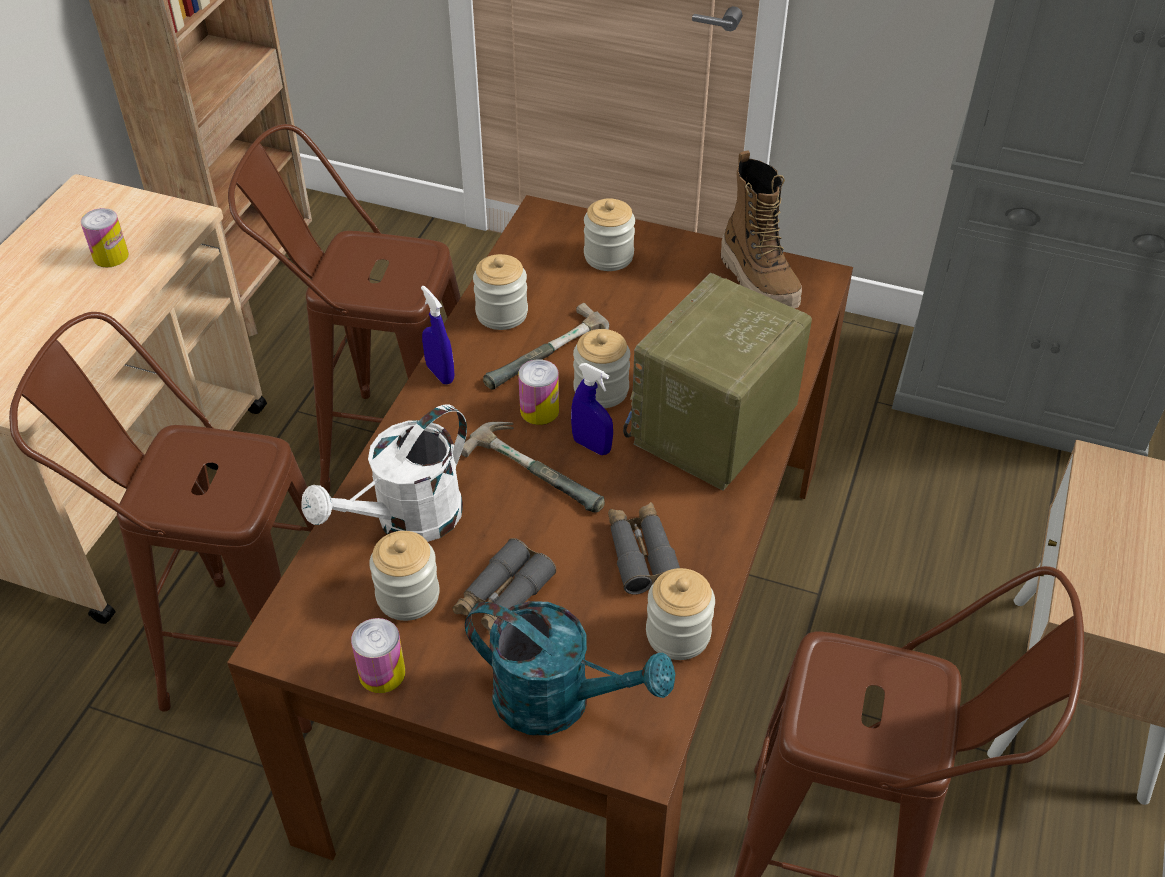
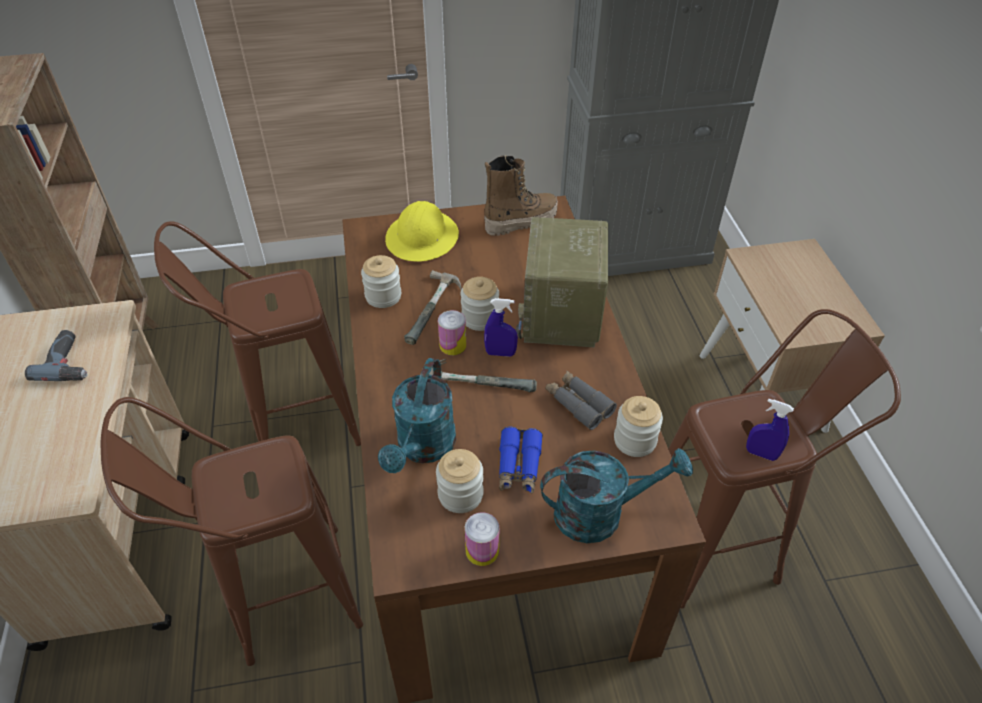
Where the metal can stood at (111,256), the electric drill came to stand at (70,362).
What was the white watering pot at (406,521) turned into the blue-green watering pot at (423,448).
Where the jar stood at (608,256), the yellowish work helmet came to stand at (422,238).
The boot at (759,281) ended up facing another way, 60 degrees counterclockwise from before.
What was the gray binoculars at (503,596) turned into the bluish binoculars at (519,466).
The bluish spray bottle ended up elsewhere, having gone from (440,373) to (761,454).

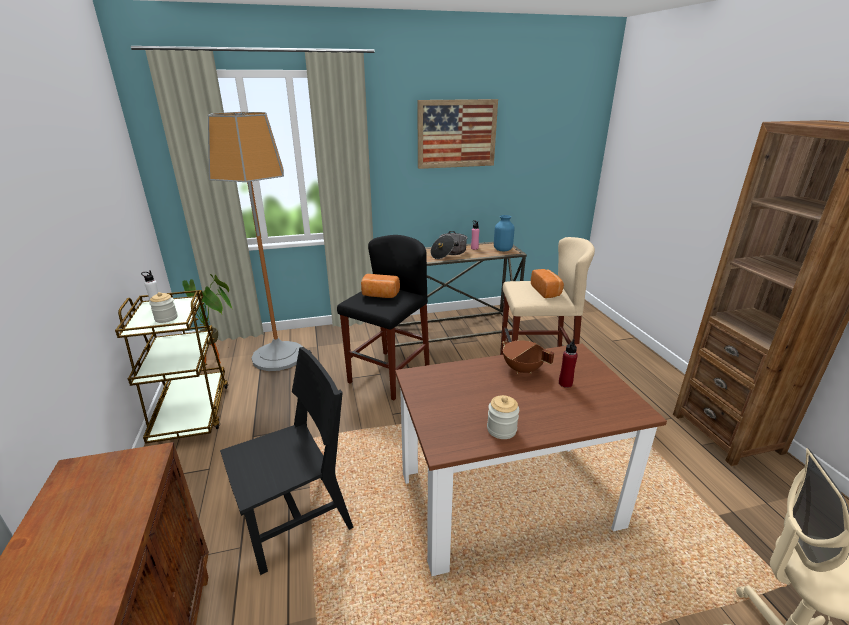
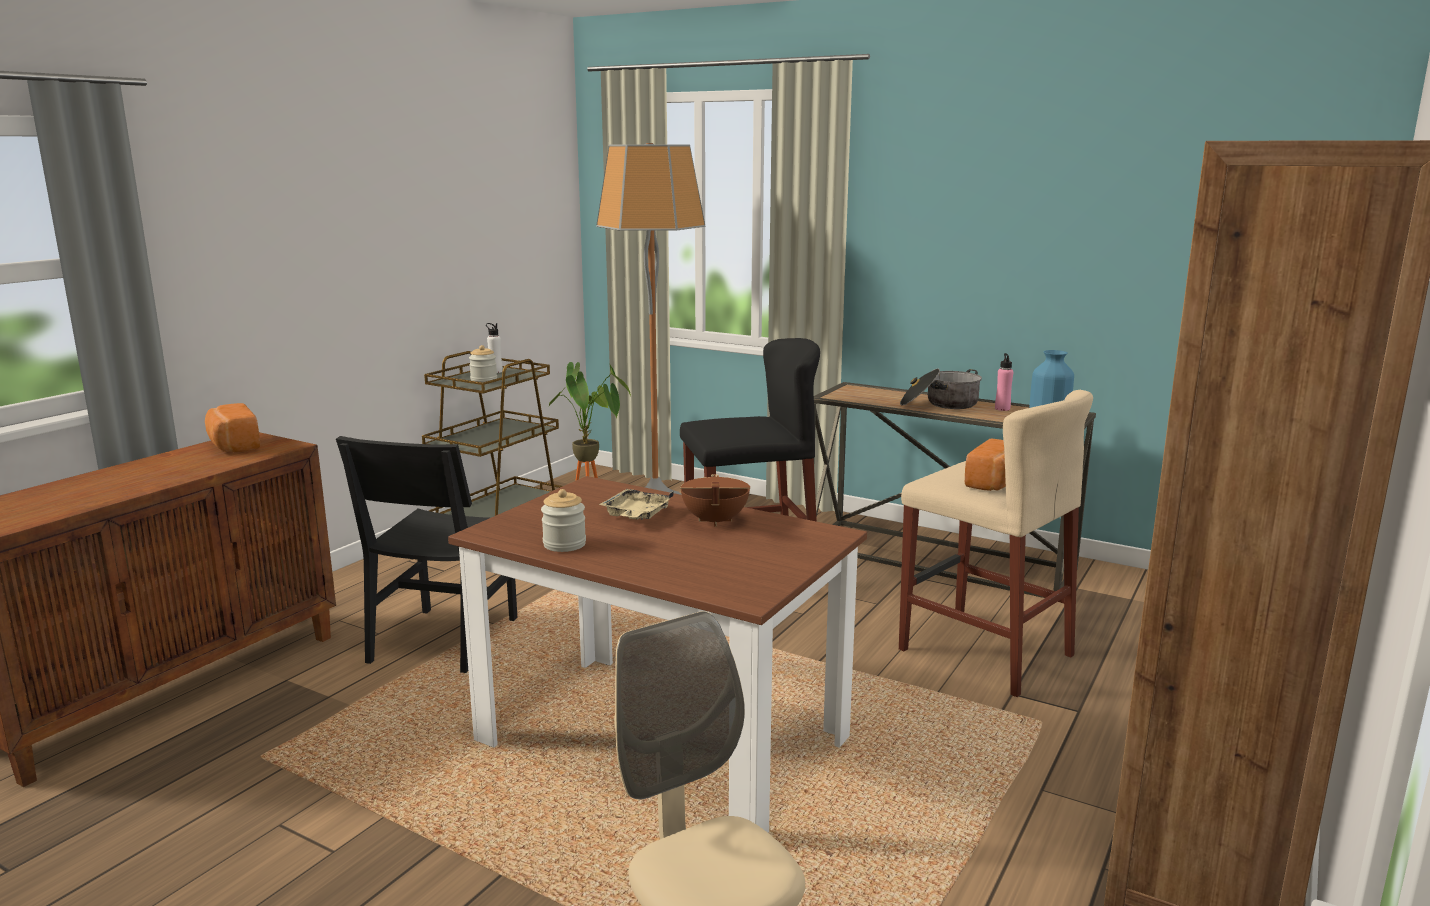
The bakery bread ended up elsewhere, having gone from (380,295) to (233,446).
The black-coloured chair at (296,520) ended up facing another way, 90 degrees clockwise from before.
The second view gained the sand-coloured serving tray at (636,515).
The second view lost the wall art at (457,134).
The second view lost the red bottle at (565,383).

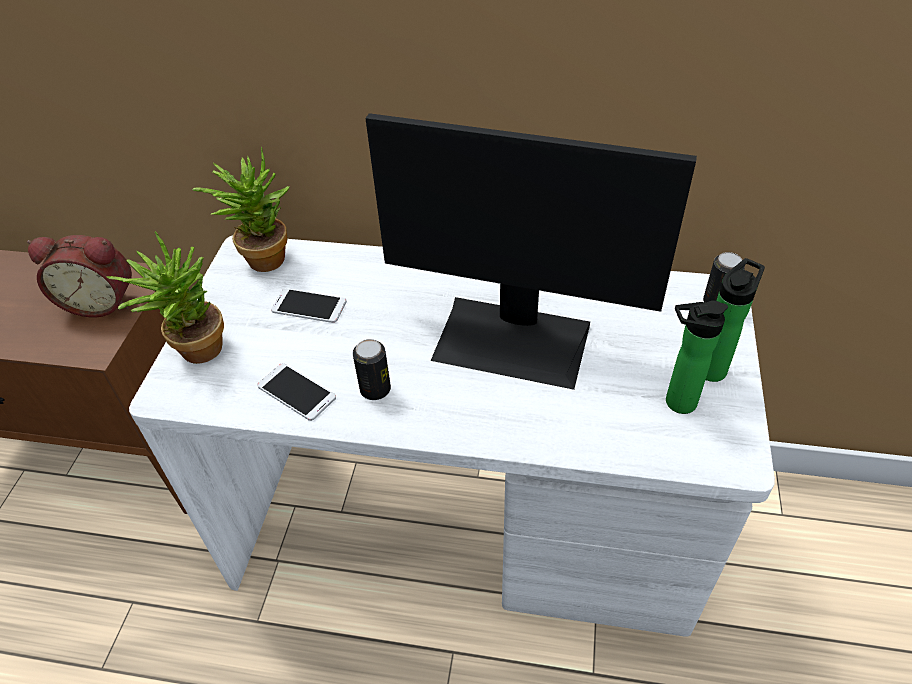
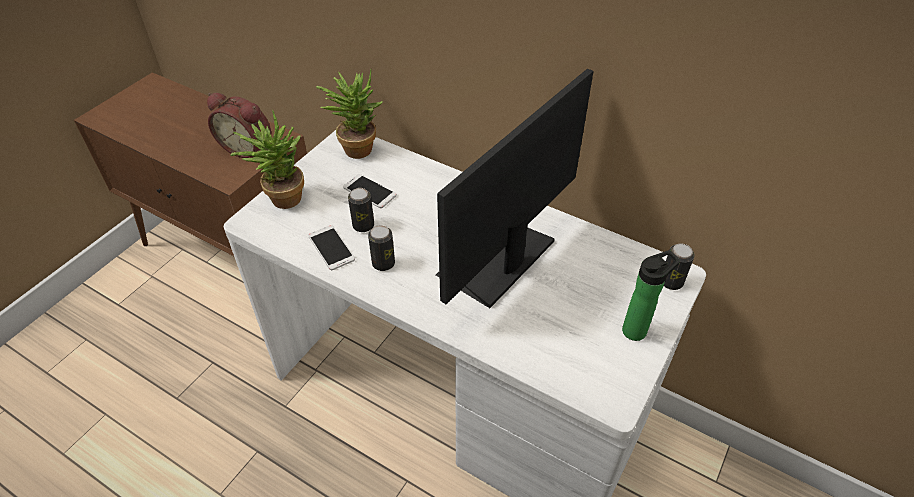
The second view gained the metal can at (363,225).
The monitor at (513,340) ended up facing another way, 90 degrees clockwise from before.
The second view lost the bottle at (675,402).

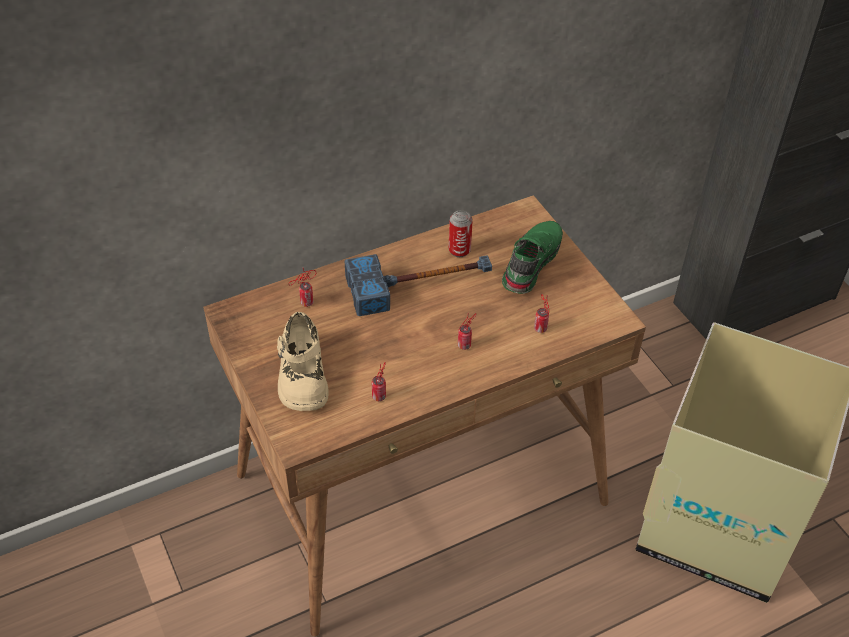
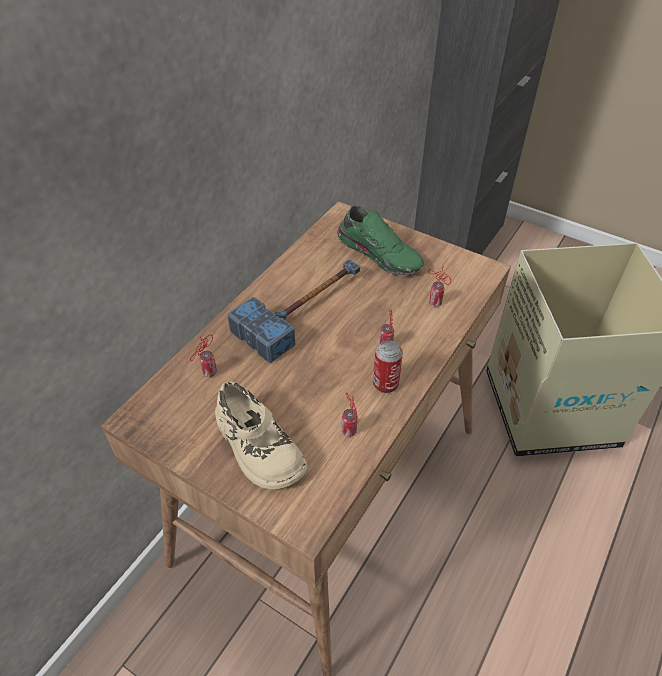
The green low shoe at (530,262) ended up facing another way, 135 degrees clockwise from before.
The metal can ended up elsewhere, having gone from (459,250) to (385,384).

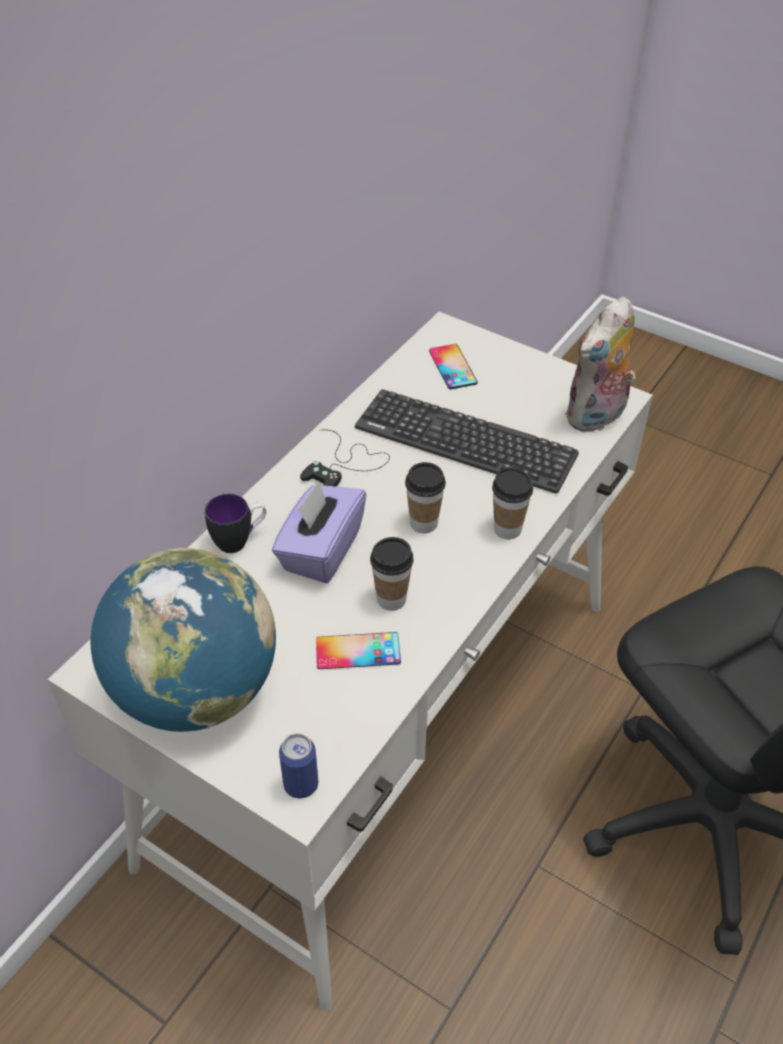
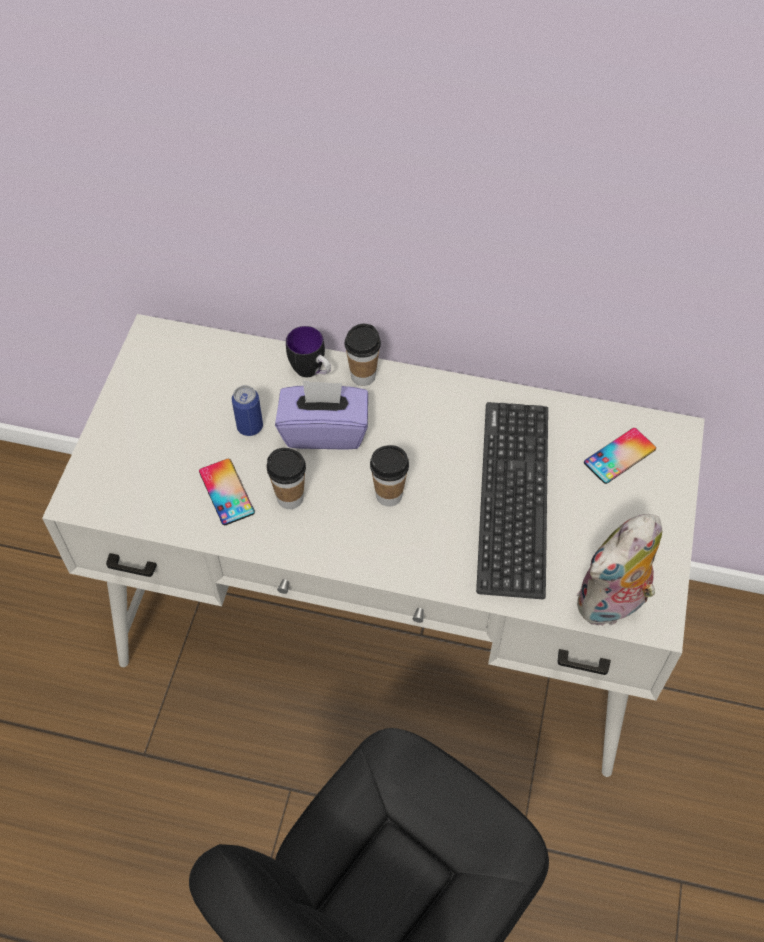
The metal can ended up elsewhere, having gone from (301,785) to (250,427).
The drinking cup ended up elsewhere, having gone from (507,529) to (363,376).
The cuddly toy at (597,417) ended up facing another way, 60 degrees counterclockwise from before.
The second view lost the world globe at (195,691).
The second view lost the black-coloured gamepad at (345,465).

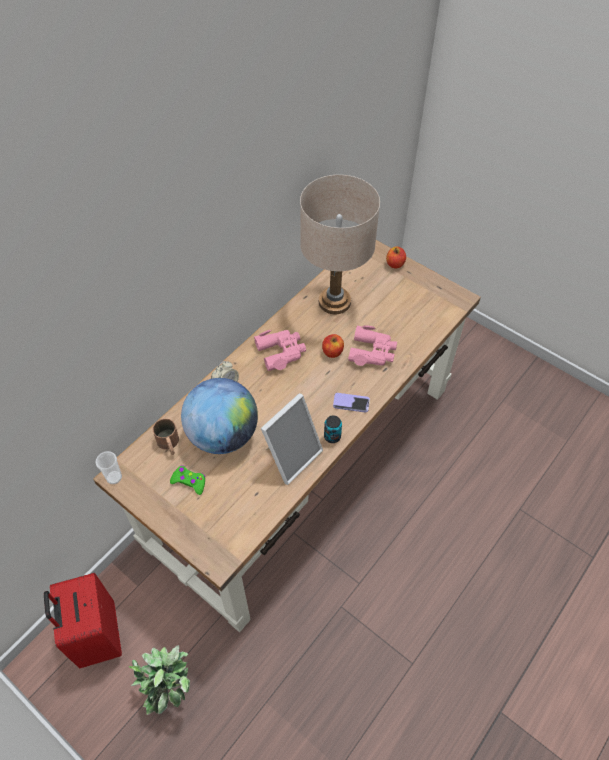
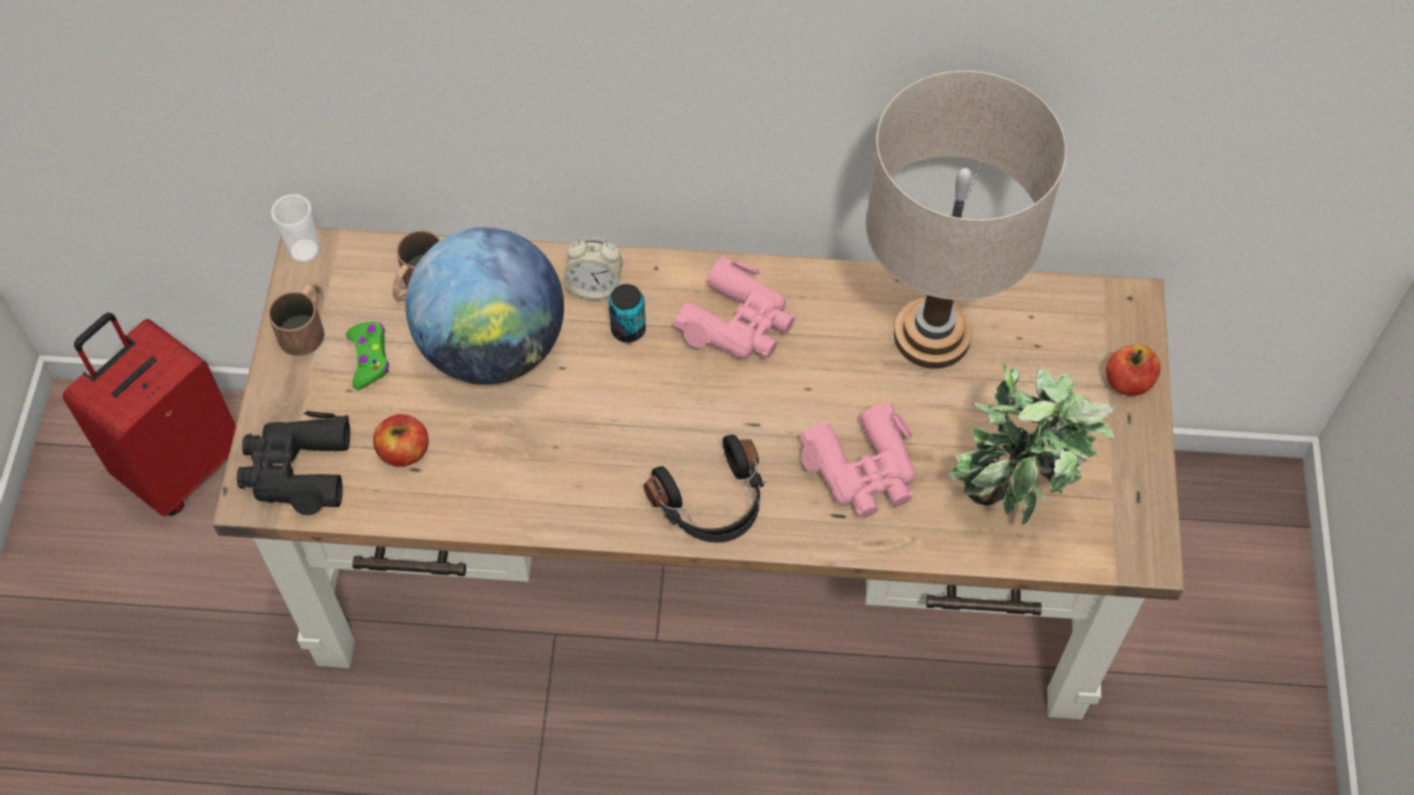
The second view gained the black-coloured binoculars at (297,469).
The second view gained the brown coffee mug at (307,326).
The whole apple ended up elsewhere, having gone from (332,352) to (404,451).
The metal can ended up elsewhere, having gone from (332,436) to (628,329).
Where the phone stood at (351,403), the black-coloured pair of headphones came to stand at (713,504).
The plant in a pot ended up elsewhere, having gone from (171,692) to (1010,503).
The second view lost the picture frame at (291,456).

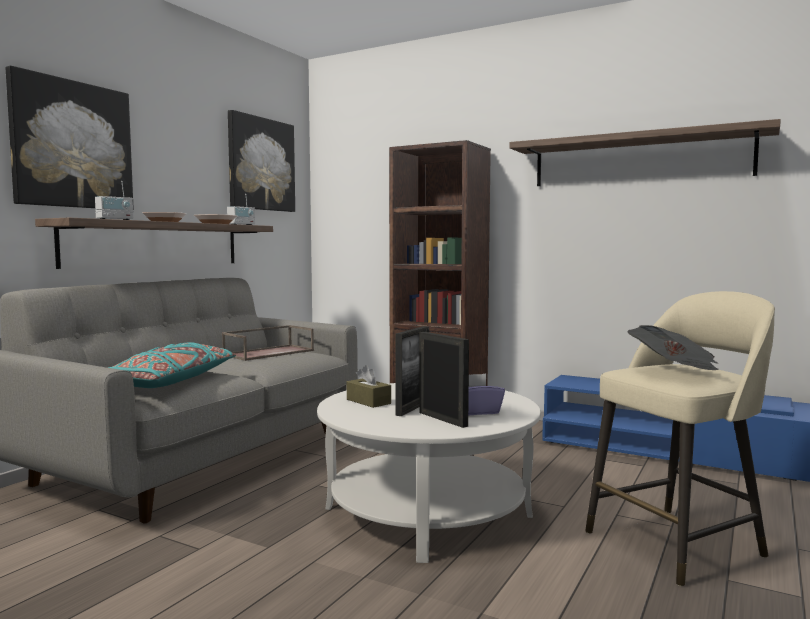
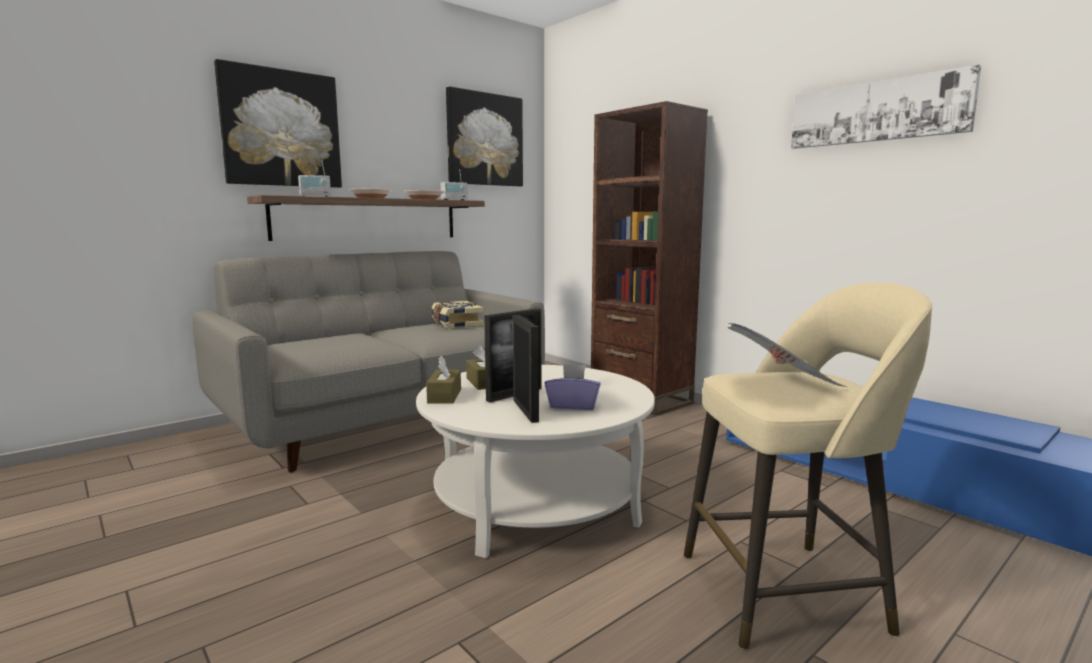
The second view gained the brown tissue box at (444,396).
Where the brown serving tray stood at (269,352), the bound book came to stand at (455,324).
Where the bracket shelf hung at (639,160), the wall art came to hang at (877,112).
The second view lost the blue-green throw pillow at (171,381).

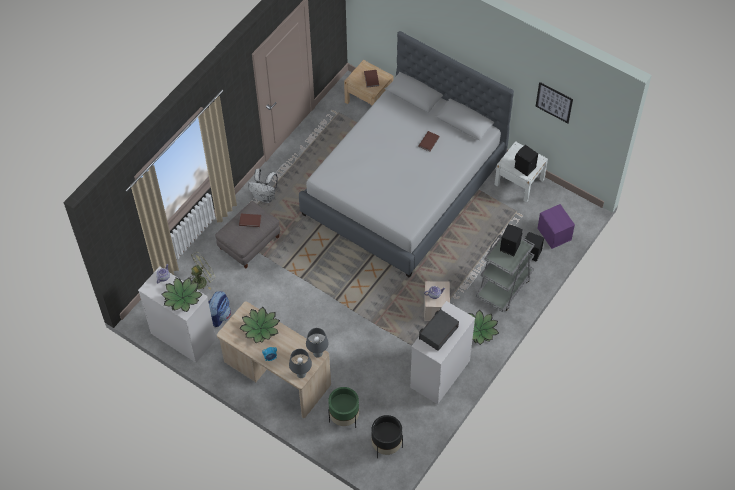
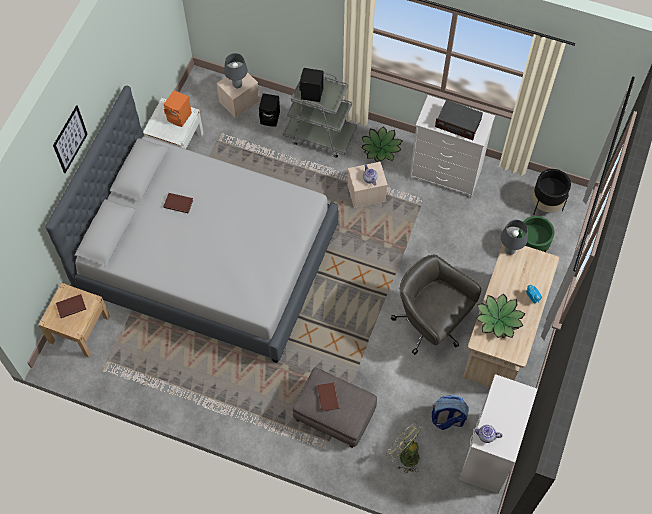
The wall art ended up elsewhere, having gone from (554,102) to (70,139).
What was the black-coloured loudspeaker at (524,168) turned into the orangey loudspeaker at (180,117).
What was the purplish storage container at (553,233) turned into the sand-coloured storage container at (239,101).
The gray lamp for a table ended up elsewhere, having gone from (301,375) to (237,85).
The second view gained the gray computer chair at (430,324).
The second view lost the plant in a pot at (182,298).
The second view lost the white knapsack at (265,196).

